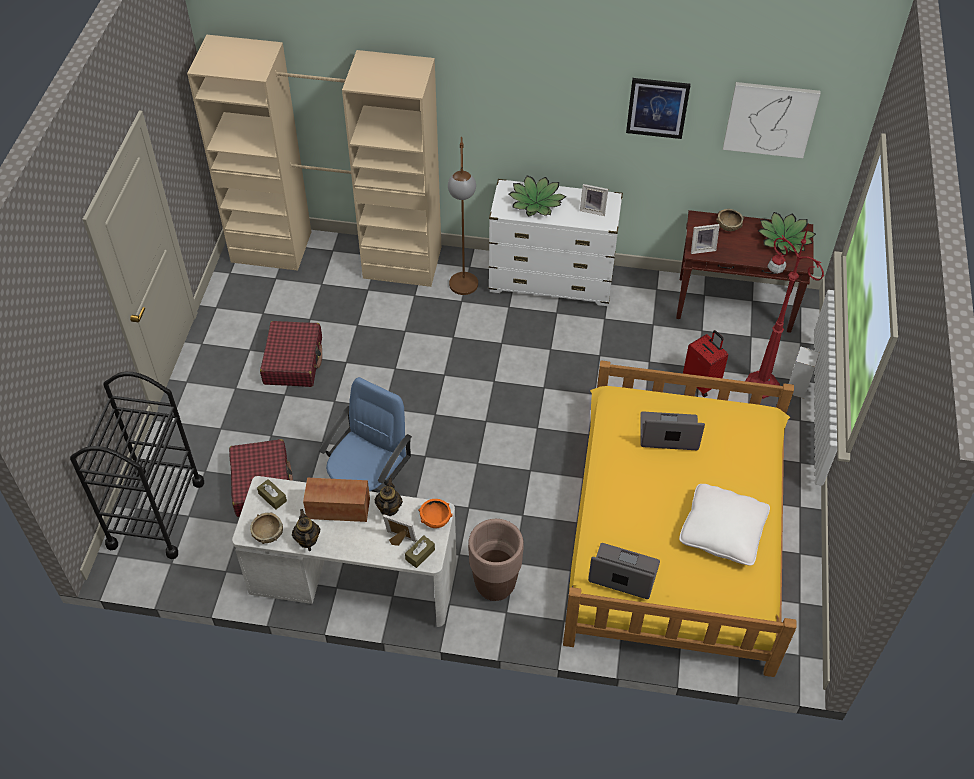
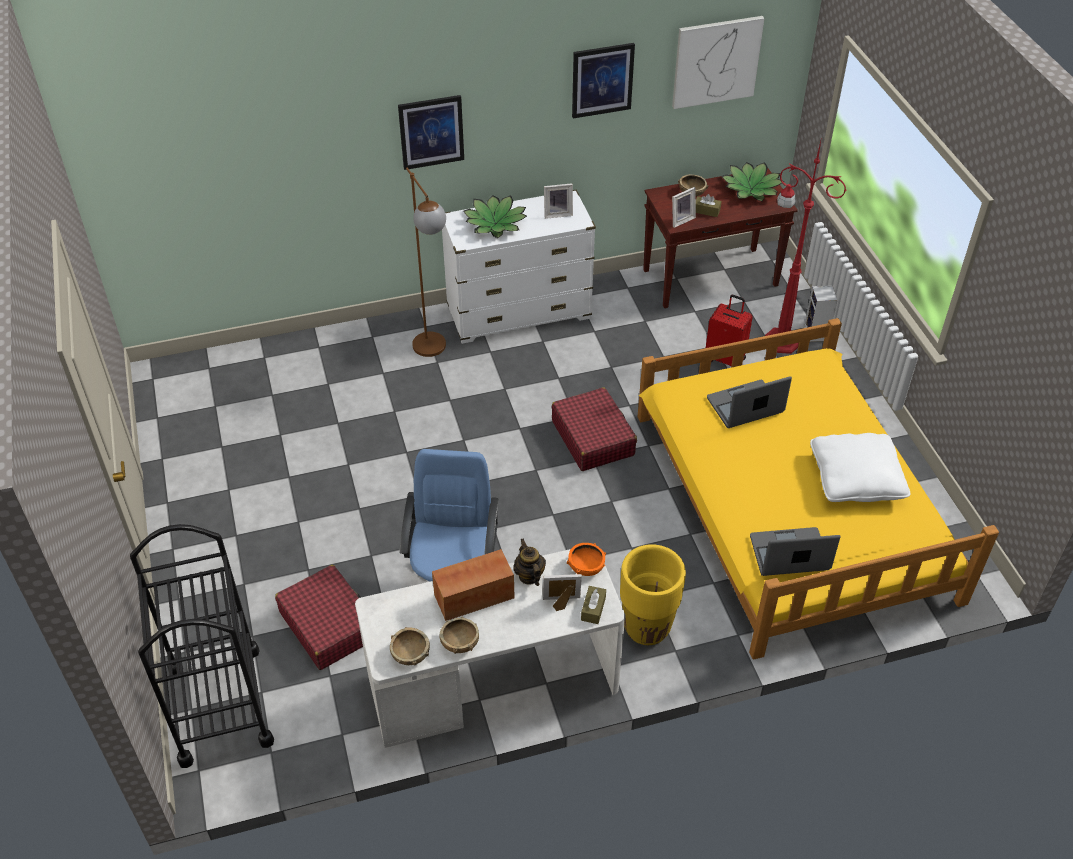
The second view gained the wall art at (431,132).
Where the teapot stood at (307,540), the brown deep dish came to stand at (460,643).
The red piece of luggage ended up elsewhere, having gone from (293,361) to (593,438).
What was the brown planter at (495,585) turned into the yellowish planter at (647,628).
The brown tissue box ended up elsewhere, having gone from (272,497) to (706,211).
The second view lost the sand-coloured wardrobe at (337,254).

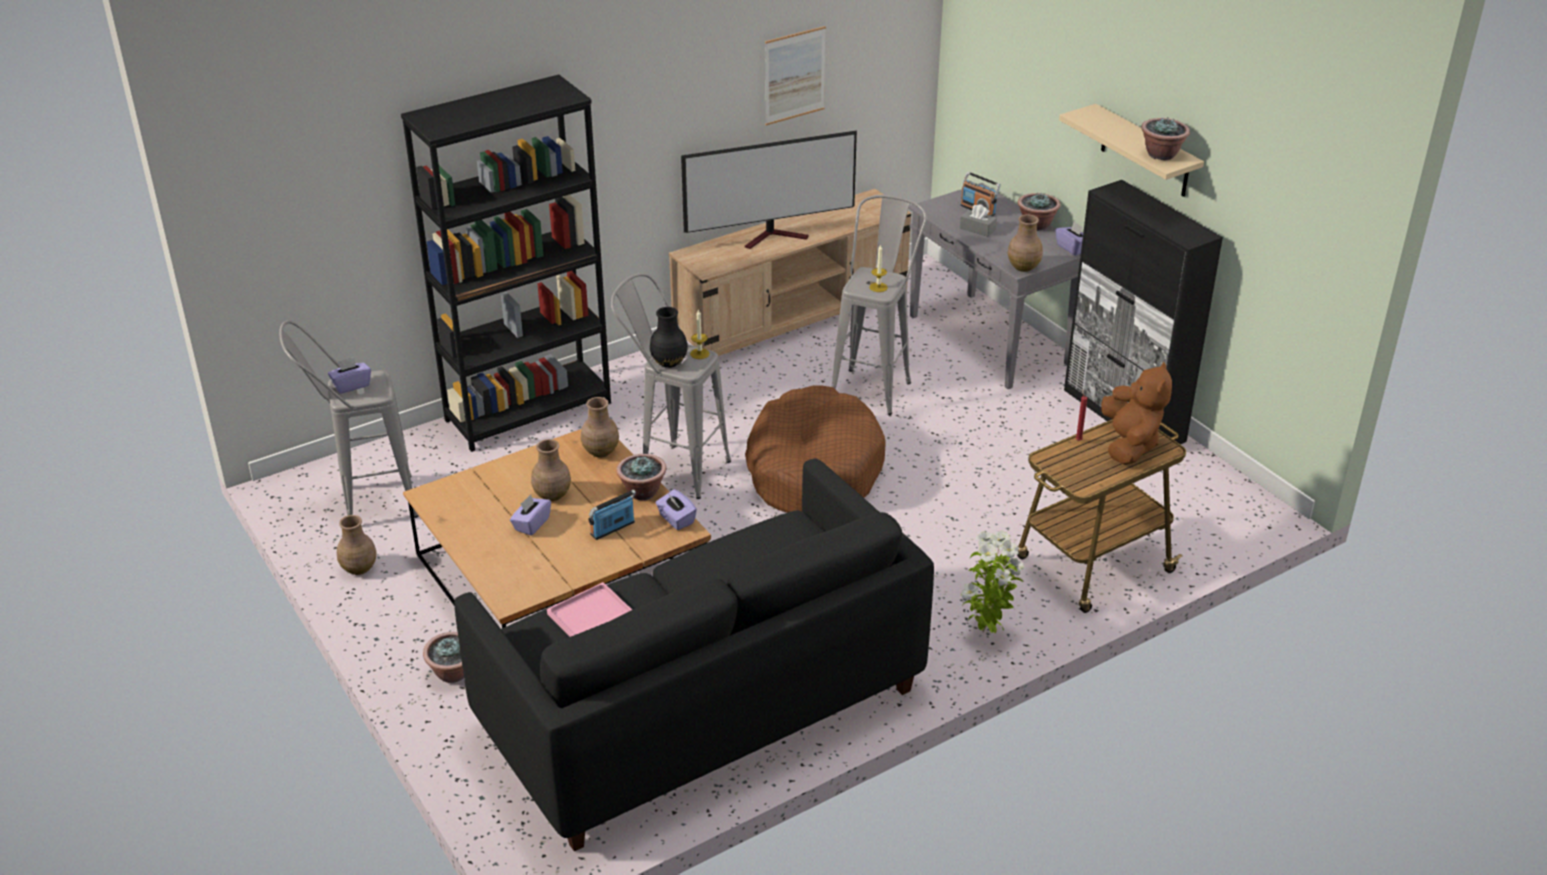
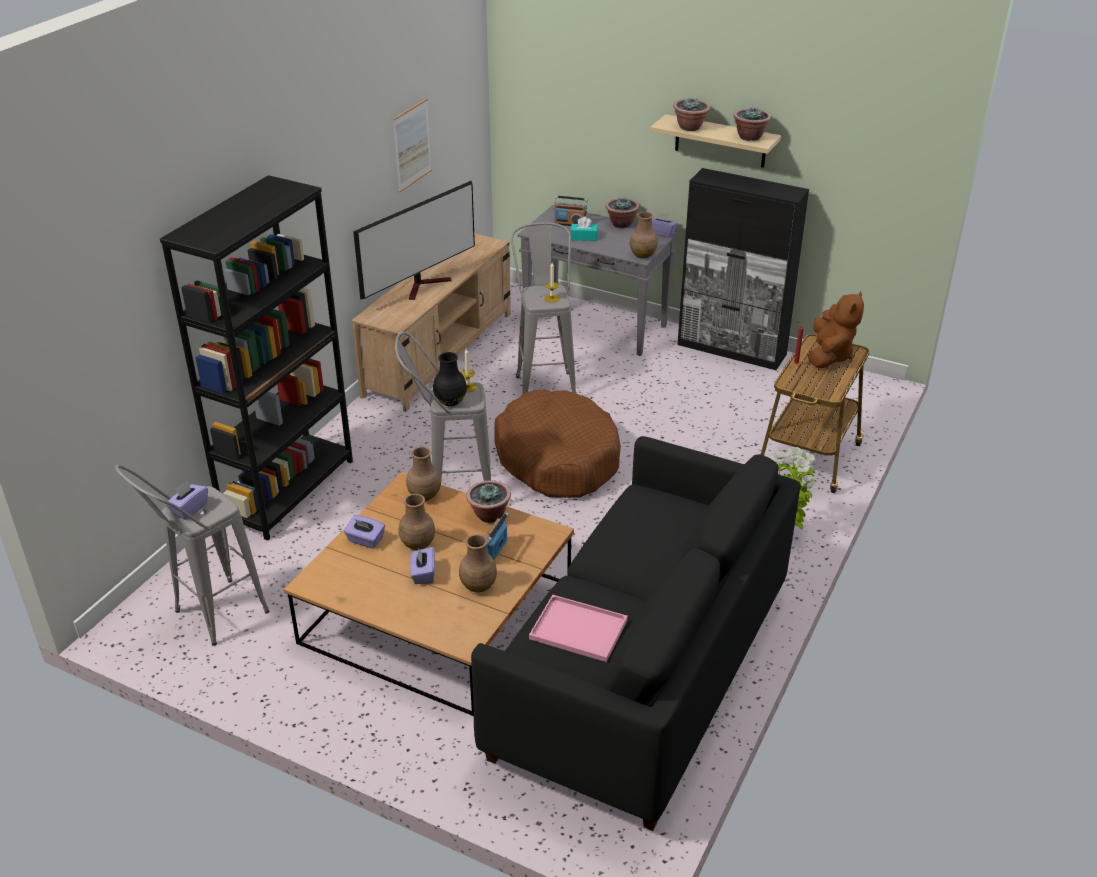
The purplish tissue box ended up elsewhere, having gone from (676,519) to (365,540).
The brown vase ended up elsewhere, having gone from (359,568) to (479,586).
What was the gray tissue box at (977,229) turned into the blue-green tissue box at (584,237).
The plant in a pot ended up elsewhere, having gone from (453,673) to (690,127).
The brown cuddly toy at (1129,445) ended up facing another way, 45 degrees clockwise from before.

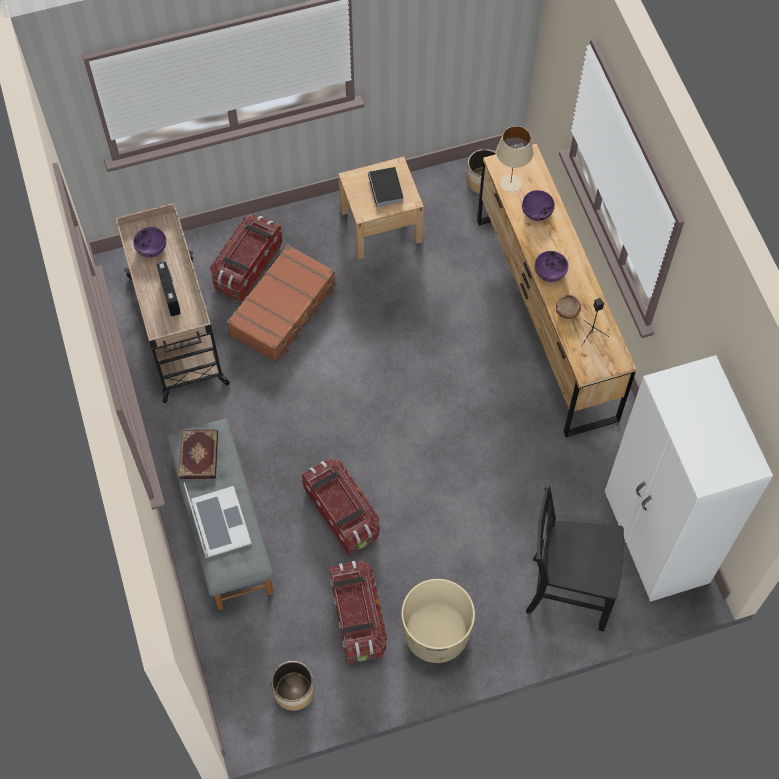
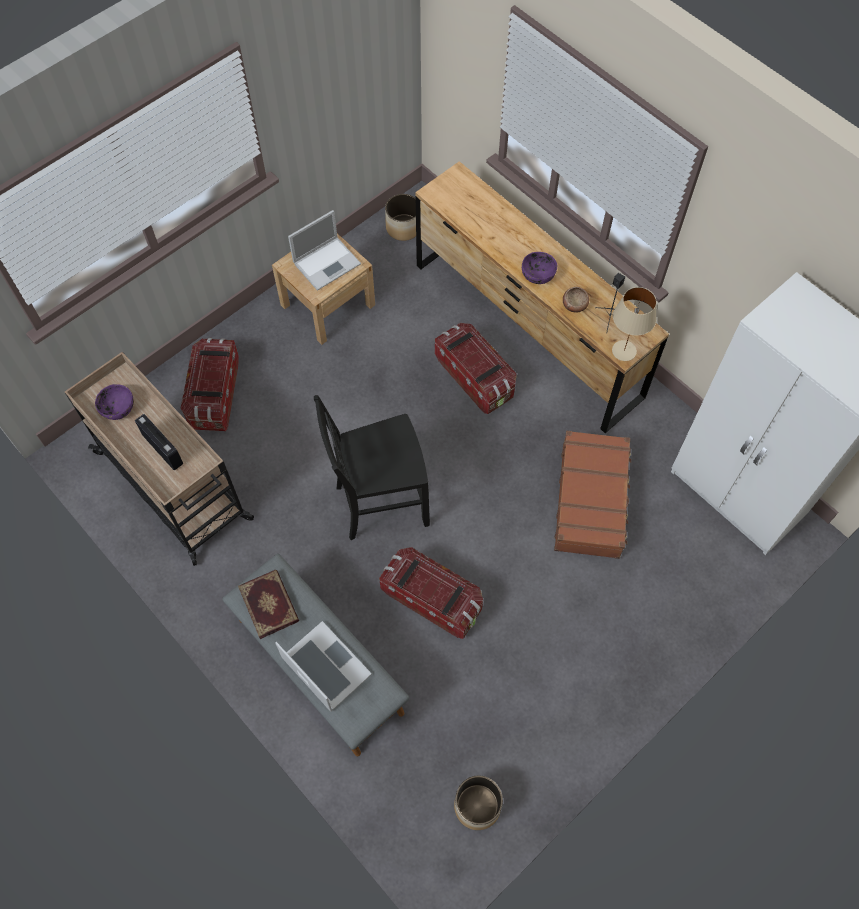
Where the bound book stood at (386,190), the laptop came to stand at (327,263).
The black-coloured chair ended up elsewhere, having gone from (566,590) to (379,504).
The storage container ended up elsewhere, having gone from (357,617) to (475,377).
The brown piece of luggage ended up elsewhere, having gone from (284,310) to (591,500).
The sand-coloured lamp for a table ended up elsewhere, having gone from (511,183) to (624,350).
The second view lost the sand-coloured planter at (436,633).
The second view lost the purplish deep dish at (537,212).

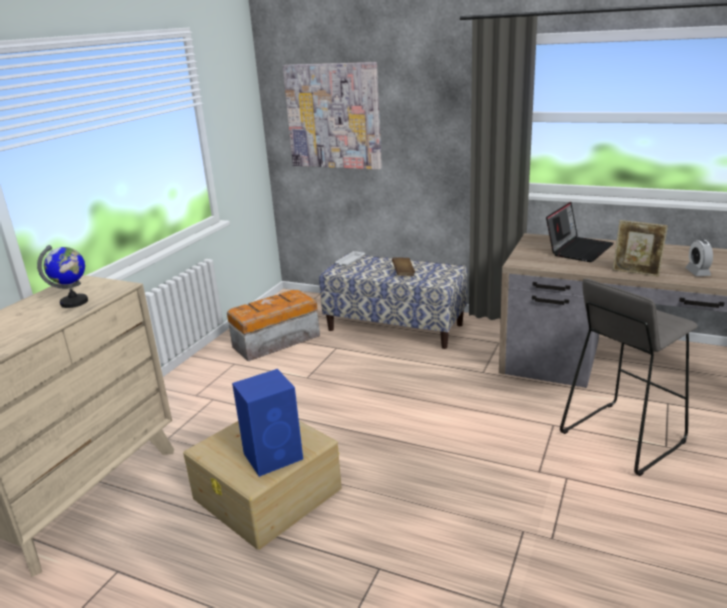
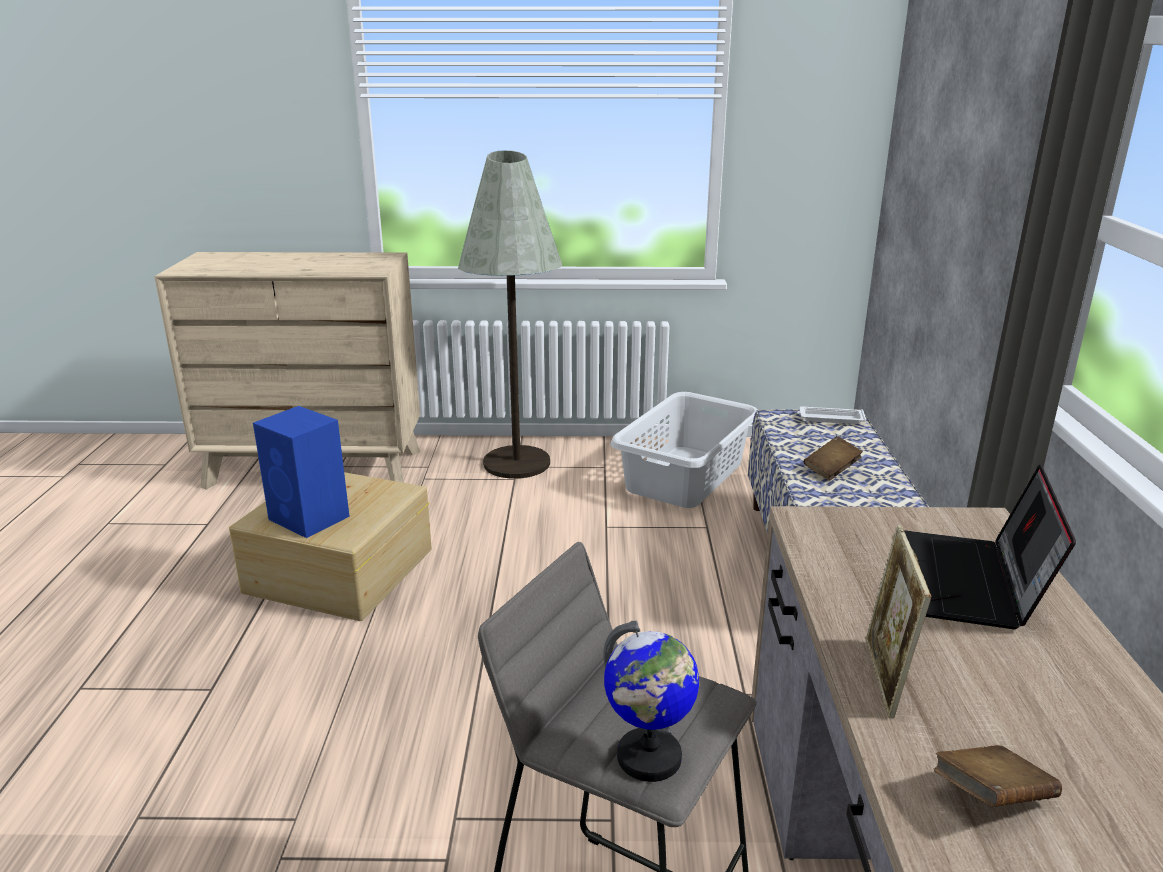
The second view gained the gray standard lamp at (516,463).
The world globe ended up elsewhere, having gone from (74,302) to (649,758).
Where the storage container stood at (274,341), the gray washing basket came to stand at (683,476).
The laptop at (578,249) ended up facing another way, 90 degrees clockwise from before.
Where the bedside clock stood at (697,272), the brown bound book came to stand at (991,797).
The second view lost the wall art at (333,116).

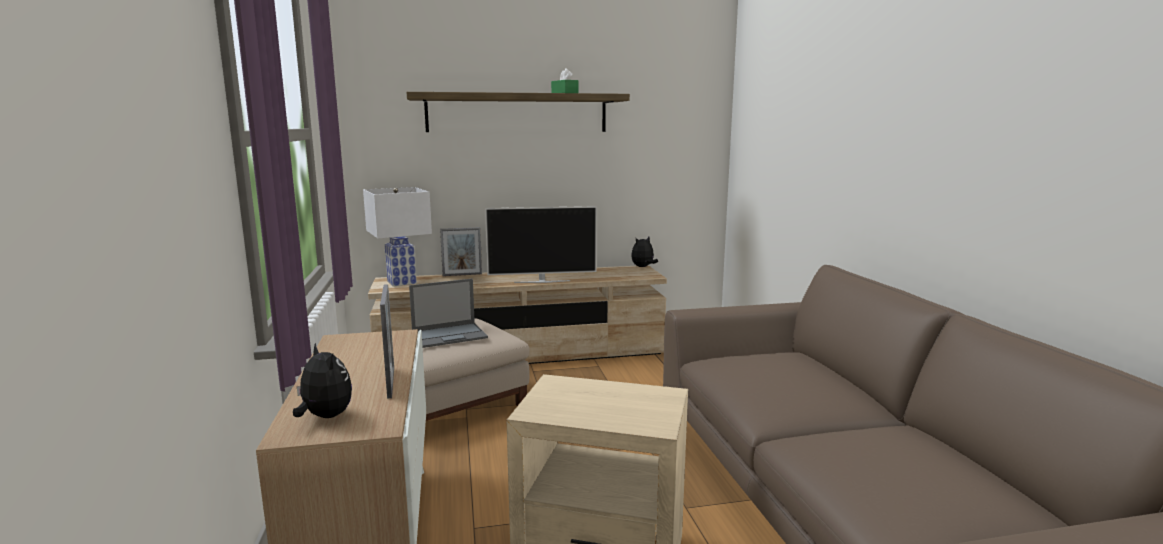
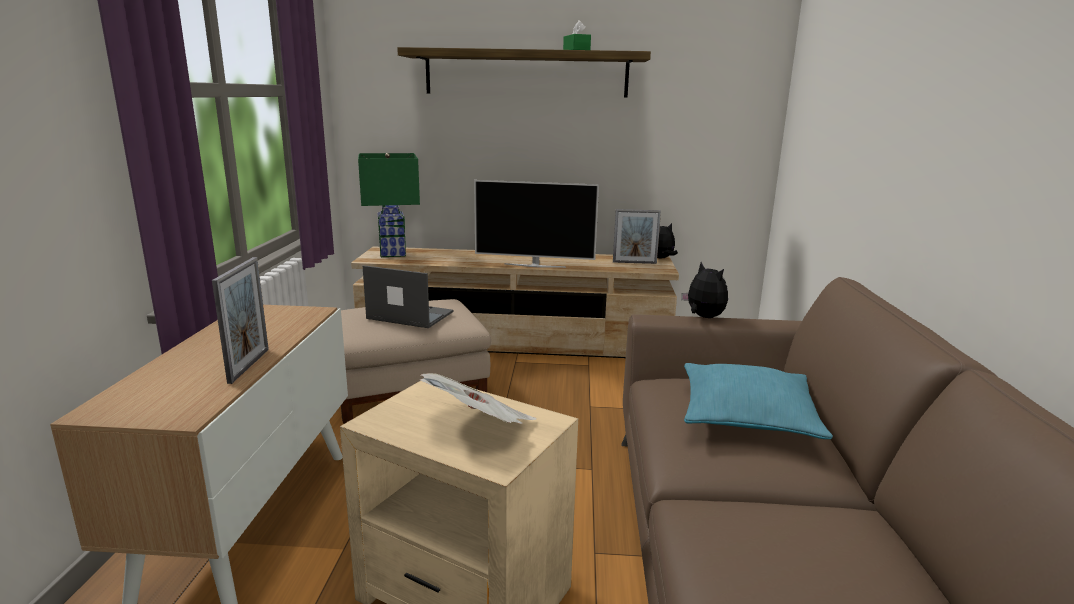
What was the white lamp for a table at (401,282) turned into the green lamp for a table at (392,254).
The laptop at (450,335) ended up facing another way, 150 degrees counterclockwise from before.
The second view gained the daily paper at (480,426).
The picture frame ended up elsewhere, having gone from (462,275) to (634,262).
The cuddly toy ended up elsewhere, having gone from (325,416) to (703,317).
The second view gained the blue-green throw pillow at (747,415).

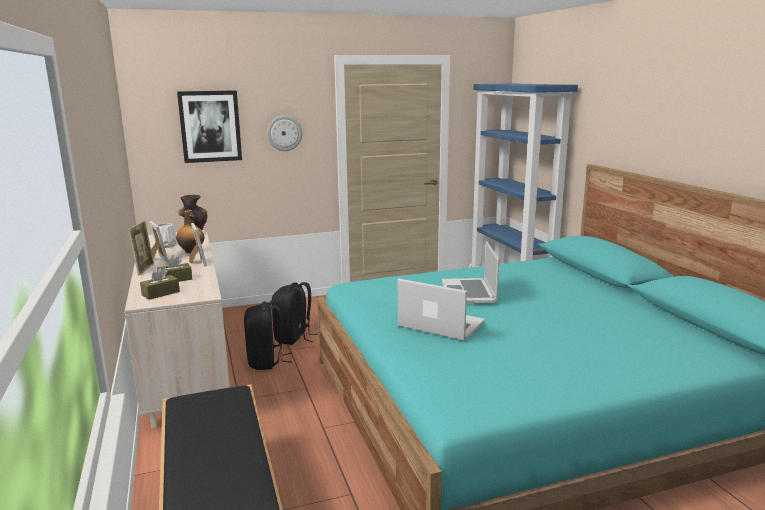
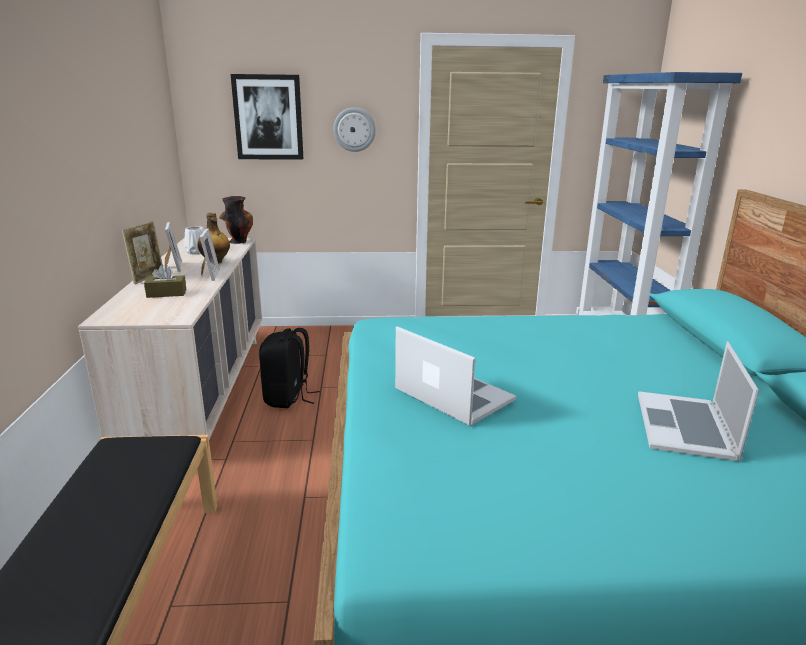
The laptop ended up elsewhere, having gone from (469,291) to (685,425).
The second view lost the brown tissue box at (160,293).
The second view lost the black-coloured knapsack at (294,338).

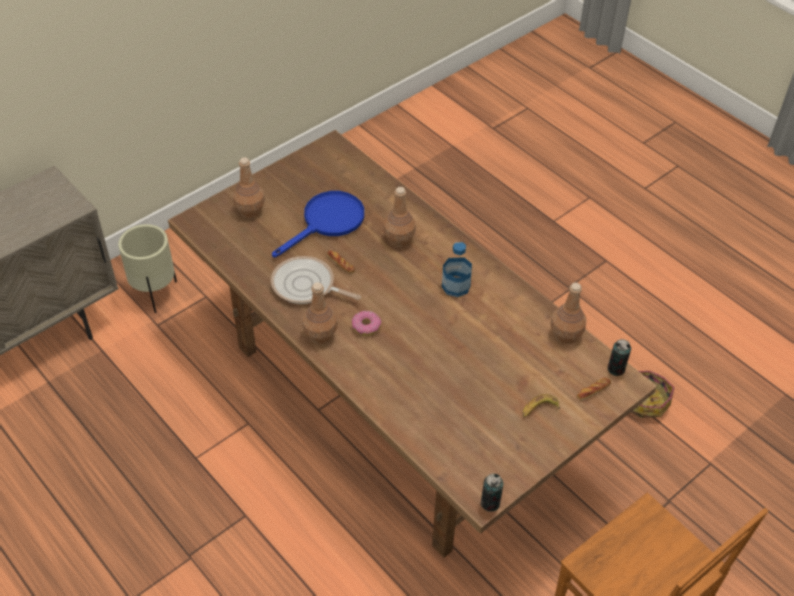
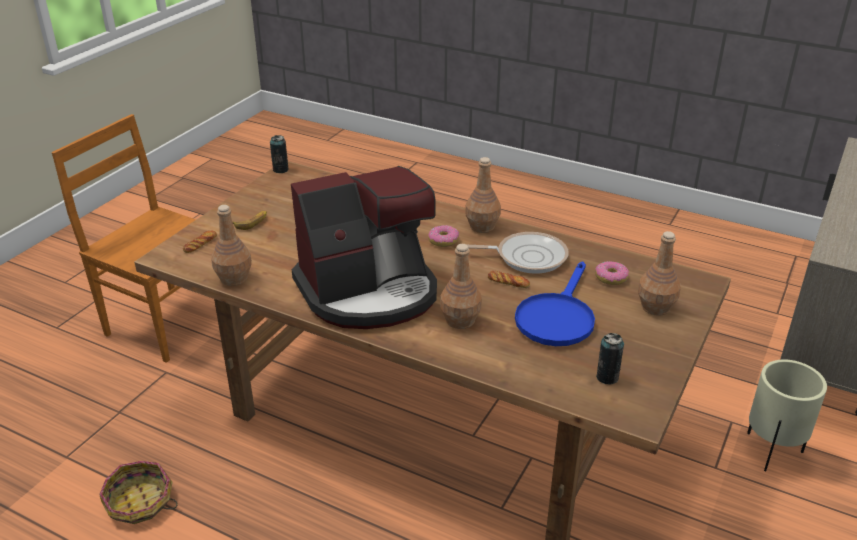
Where the bottle stood at (456,286), the coffee maker came to stand at (369,292).
The second view gained the donut at (611,278).
The metal can ended up elsewhere, having gone from (616,369) to (607,377).

